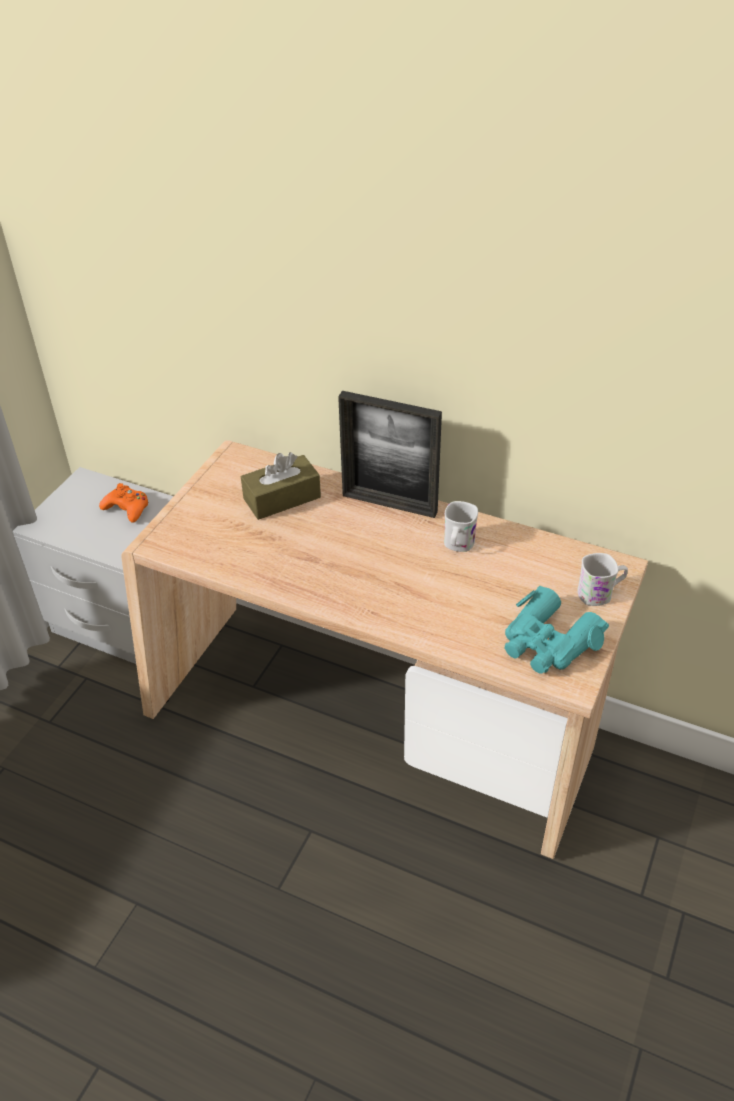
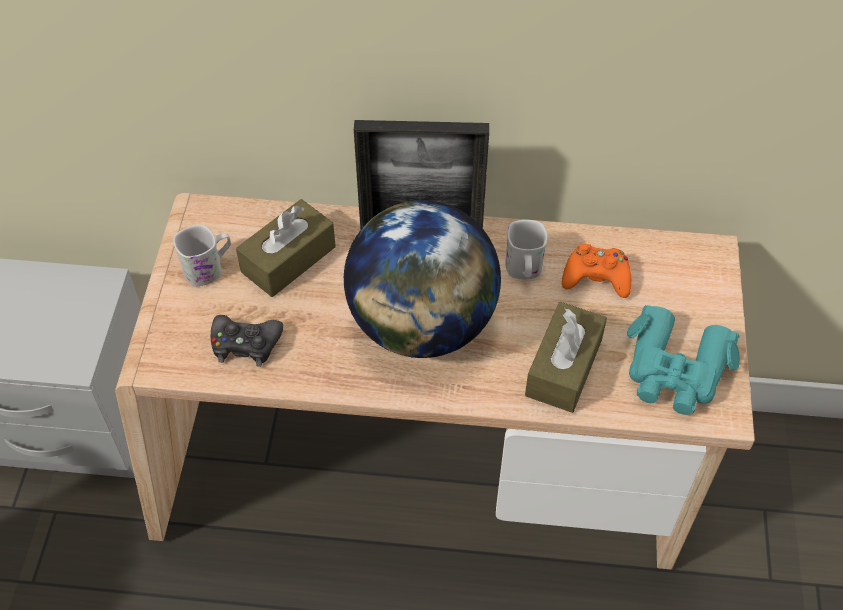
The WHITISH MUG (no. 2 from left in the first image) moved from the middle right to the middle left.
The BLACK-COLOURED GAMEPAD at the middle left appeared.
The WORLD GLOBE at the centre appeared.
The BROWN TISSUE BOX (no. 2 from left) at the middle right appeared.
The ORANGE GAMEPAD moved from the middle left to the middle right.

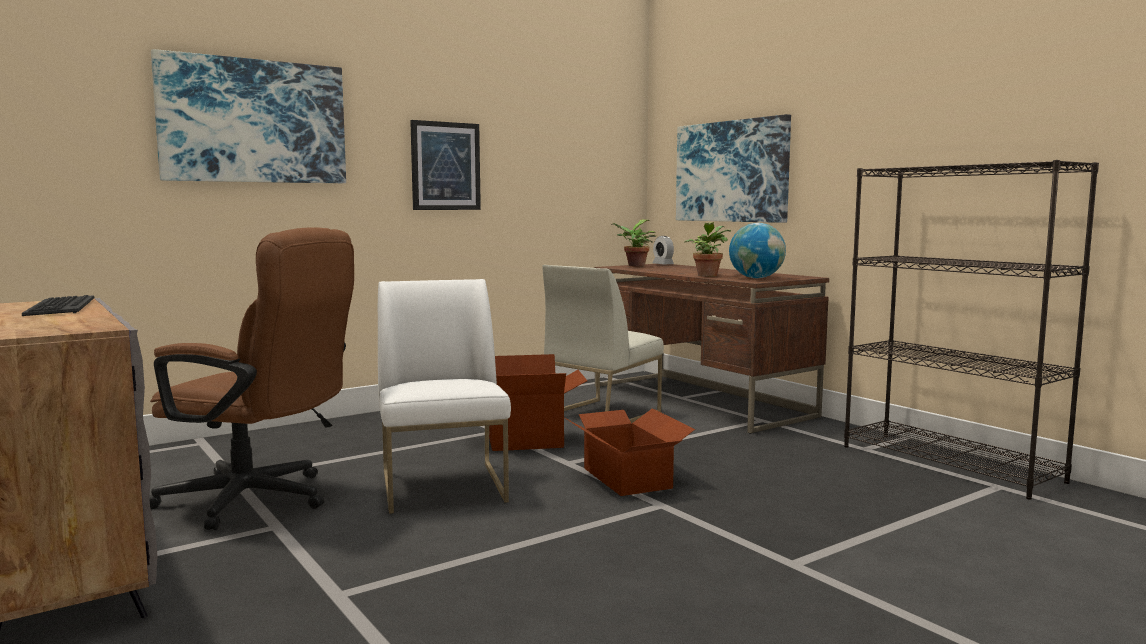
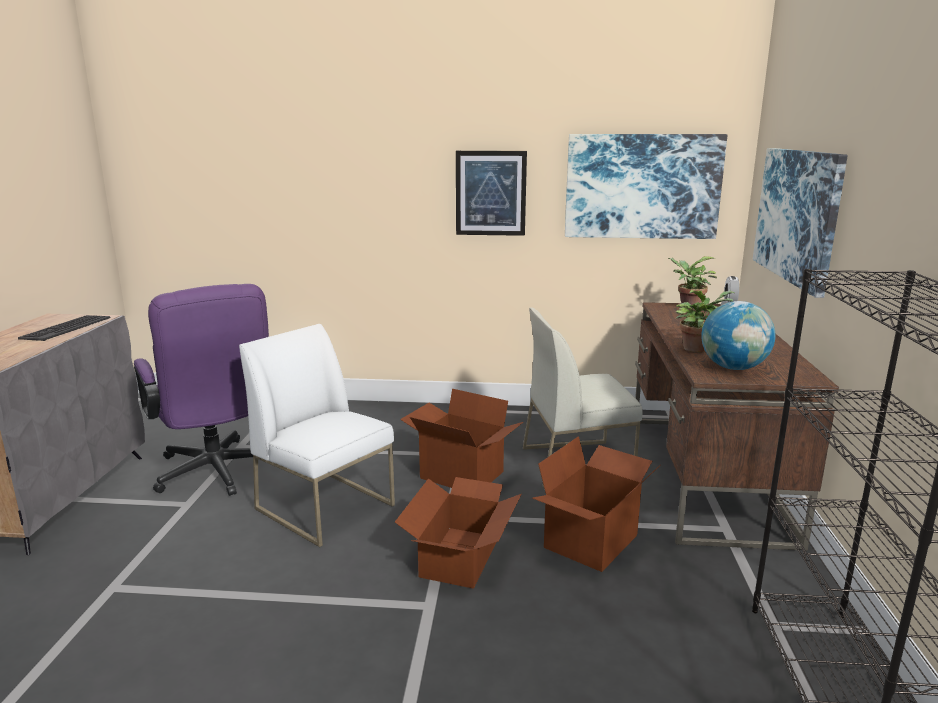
The BROWN DESK CHAIR at the middle left became the PURPLE DESK CHAIR at the middle left.
The WHITISH PLAIN CHAIR (no. 1 from left) at the centre turned 75 degrees counterclockwise.
The CARDBOARD BOX (no. 3 from left) at the bottom centre appeared.
The PICTURE (no. 1 from left in the first image) moved from the top left to the top right.

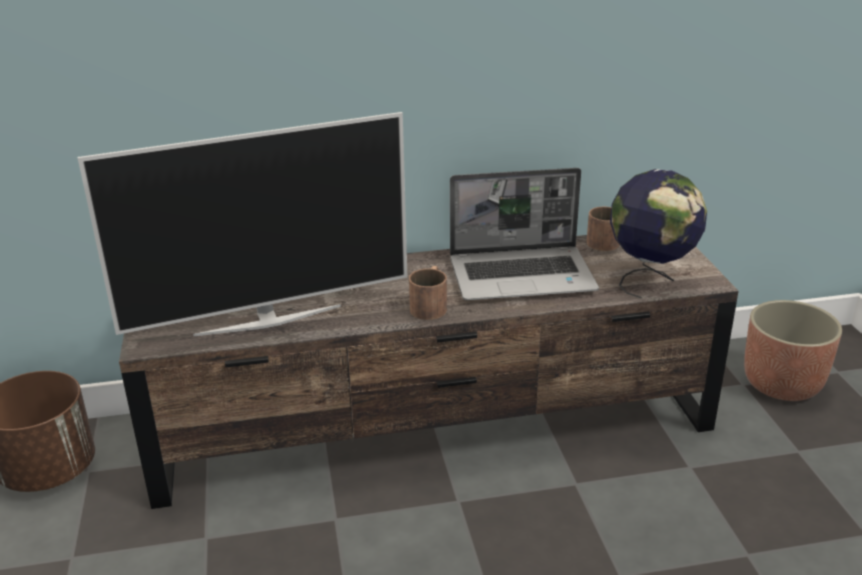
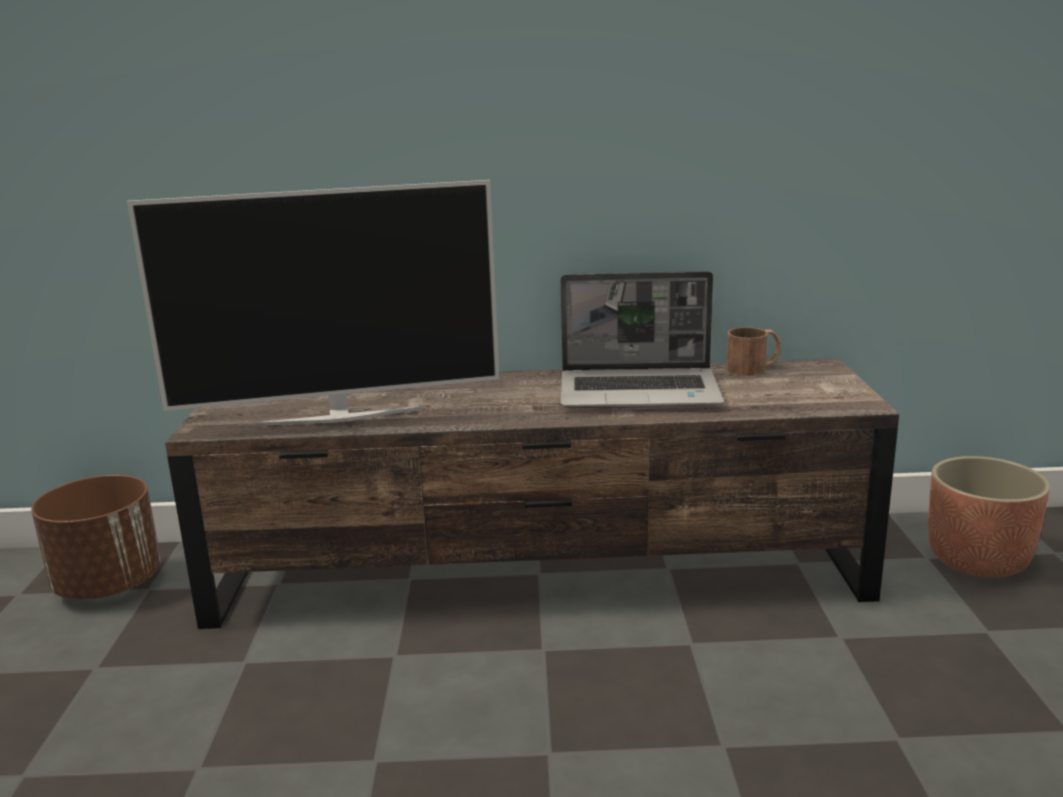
The BROWN MUG (no. 1 from left) at the centre disappeared.
The WORLD GLOBE at the middle right disappeared.

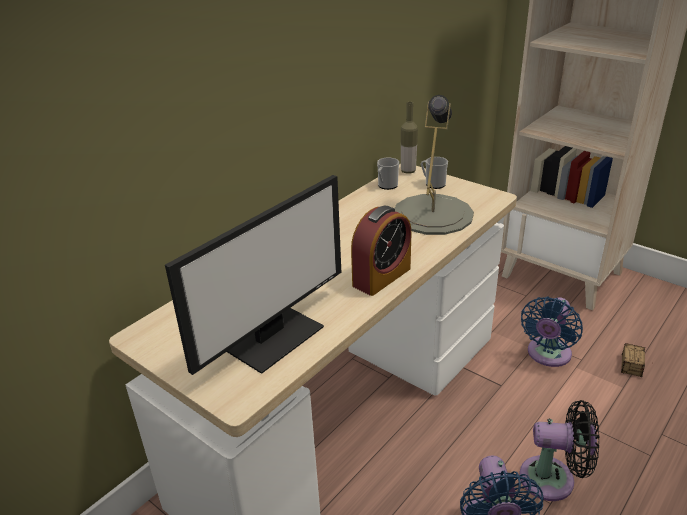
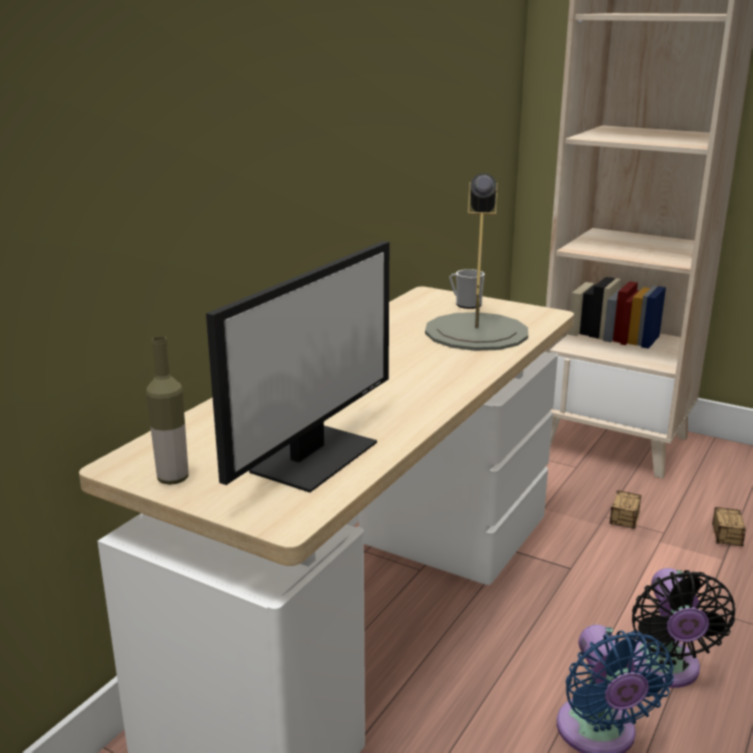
The BEVERAGE BOTTLE moved from the top centre to the middle left.
The BLUISH COOLING FAN (no. 2 from left) at the middle right was replaced by the STORAGE CONTAINER (no. 1 from left) at the bottom right.
The BLACK-COLOURED COOLING FAN at the bottom right turned 90 degrees clockwise.
The BEDSIDE CLOCK at the centre disappeared.
The MUG (no. 1 from left) at the centre disappeared.

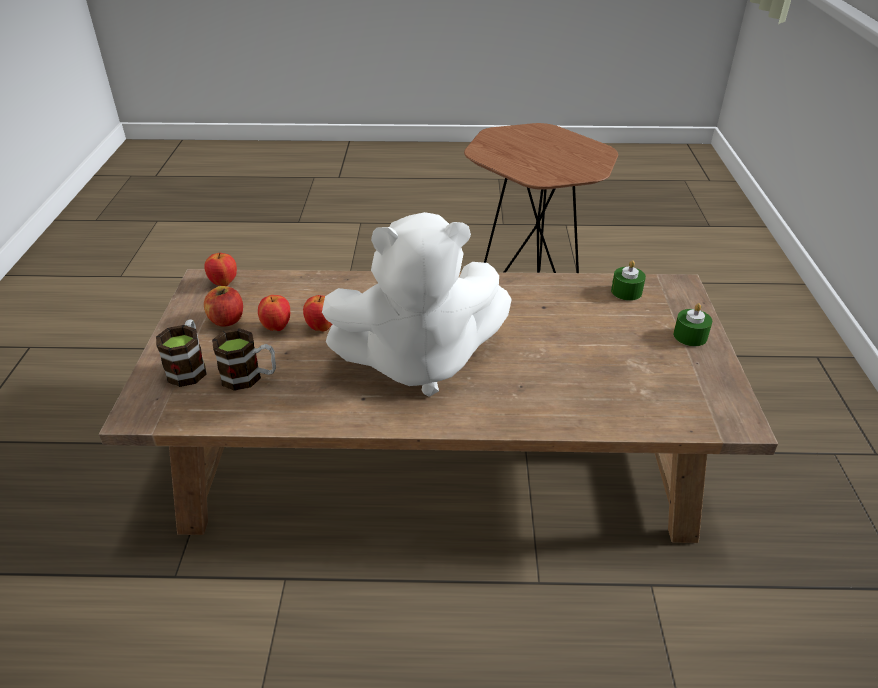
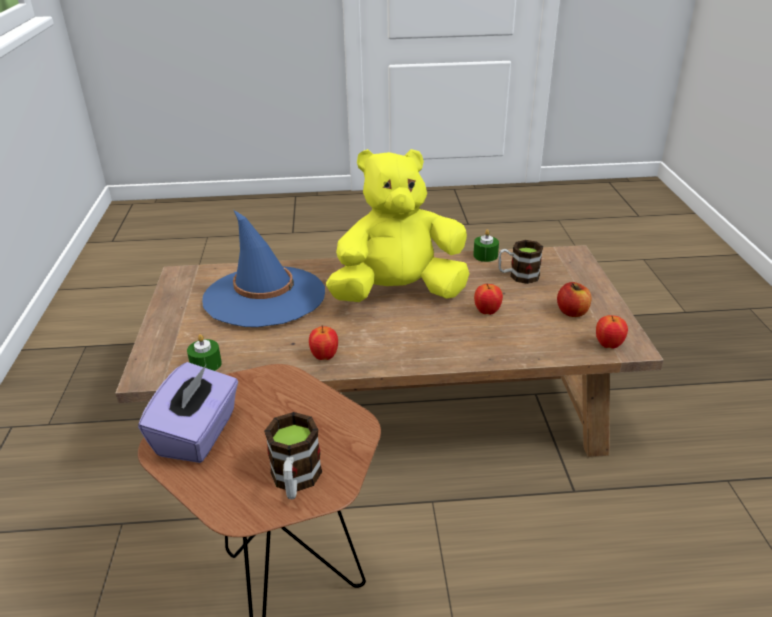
The PURPLE TISSUE BOX at the bottom left appeared.
The BLUISH WEARABLE HAT at the centre appeared.
The MUG (no. 1 from left) moved from the middle left to the bottom centre.
The APPLE FRUIT (no. 3 from left in the first image) moved from the middle left to the centre.
The WHITISH PLUSH TOY at the centre became the YELLOW PLUSH TOY at the centre.
The GREENISH CANDLE (no. 2 from left) moved from the middle right to the centre.

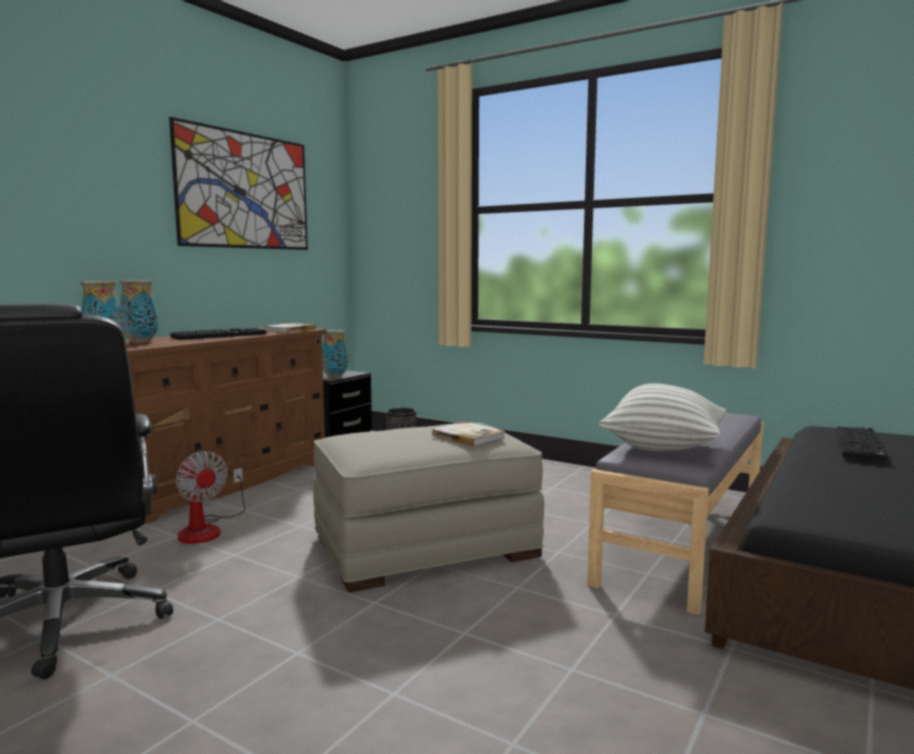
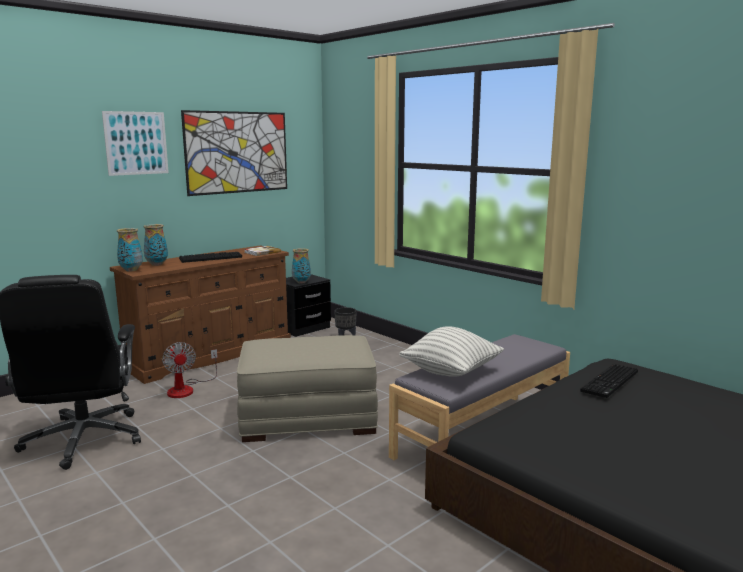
The PICTURE (no. 1 from left) at the top left appeared.
The BOOK (no. 2 from left) at the centre disappeared.

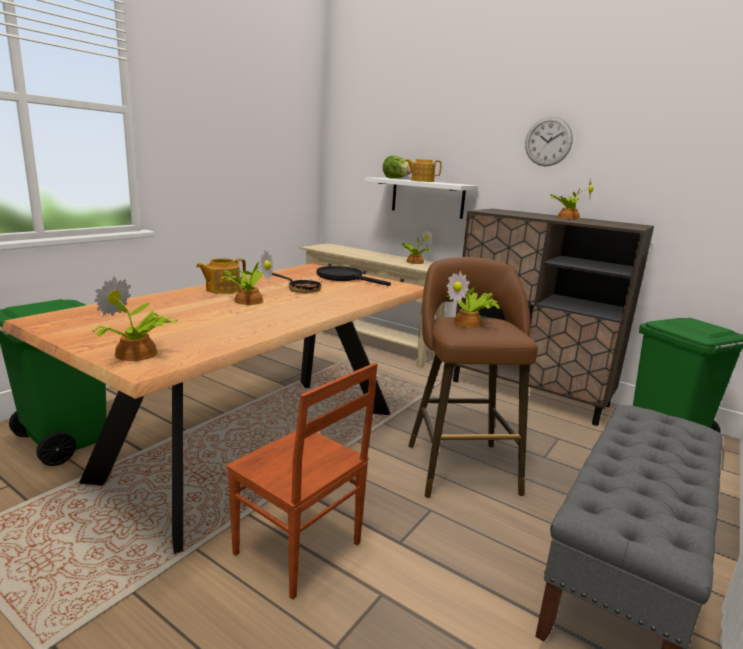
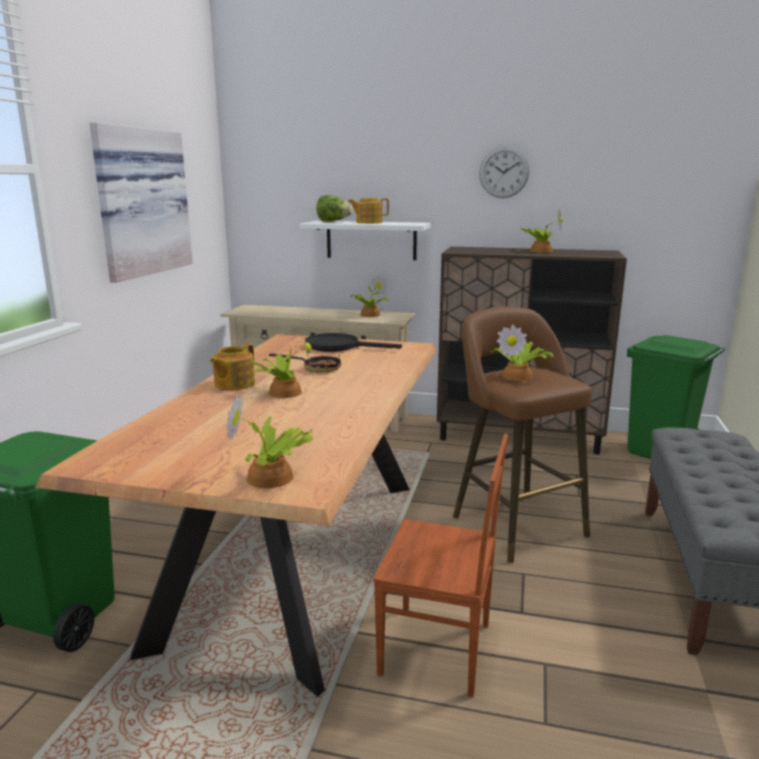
The PICTURE at the top left appeared.

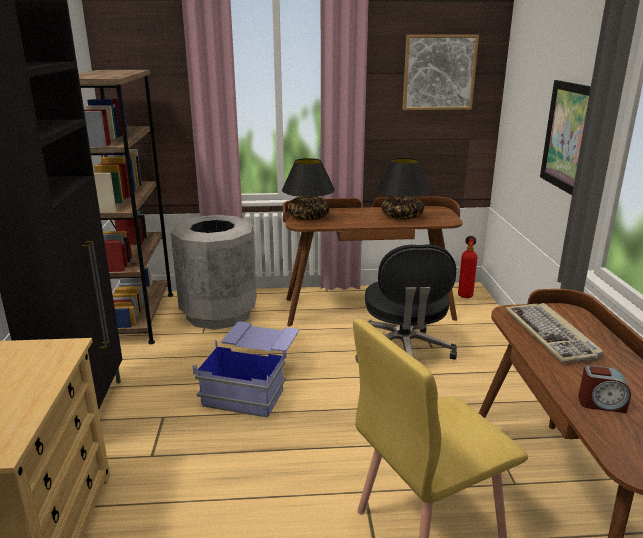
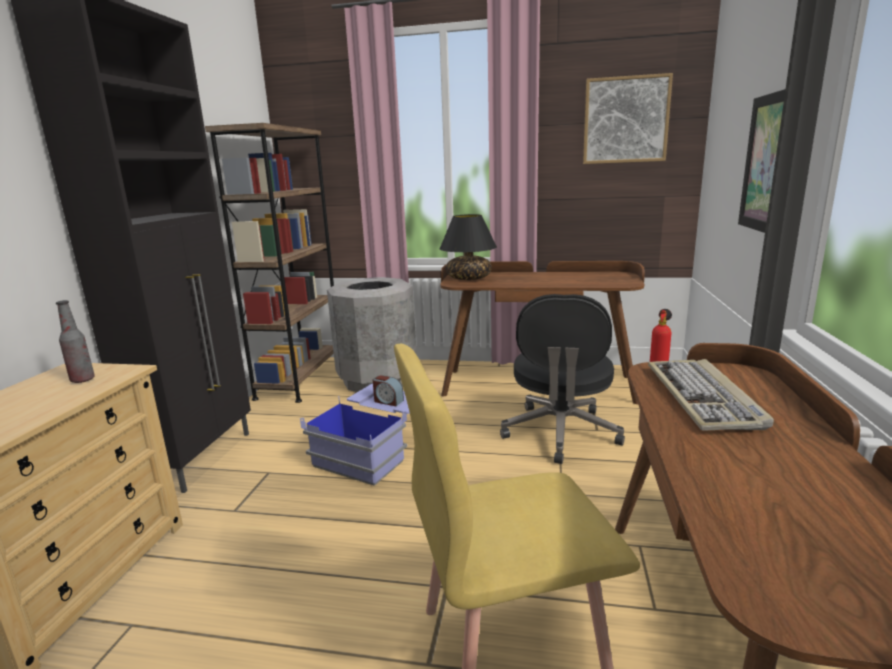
The BEVERAGE BOTTLE at the middle left appeared.
The BEDSIDE CLOCK moved from the bottom right to the centre.
The BLACK-COLOURED LAMP FOR A TABLE (no. 2 from left) at the centre disappeared.

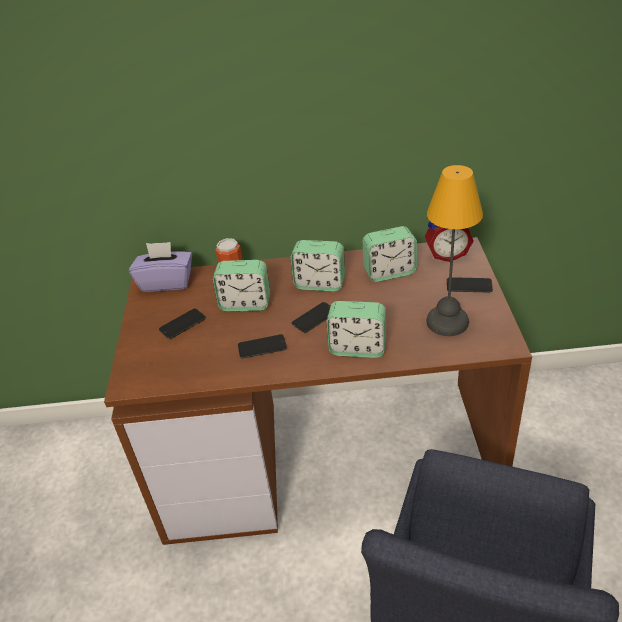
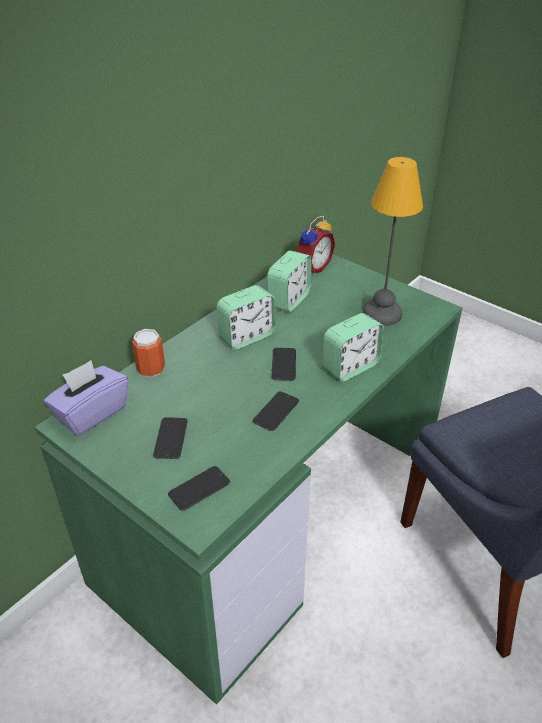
The BROWN DESK at the centre became the GREENISH DESK at the centre.
The HANDSET (no. 4 from left in the first image) moved from the middle right to the bottom centre.
The BEDSIDE CLOCK (no. 1 from left) at the centre disappeared.

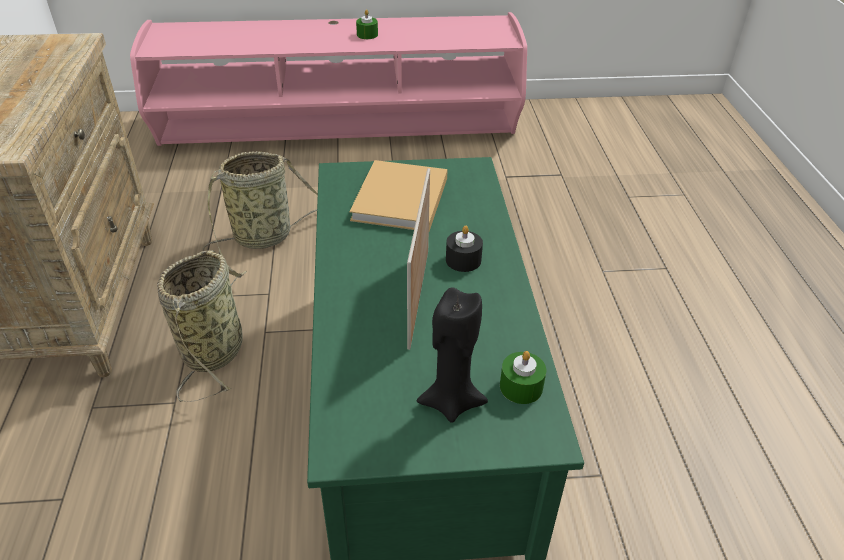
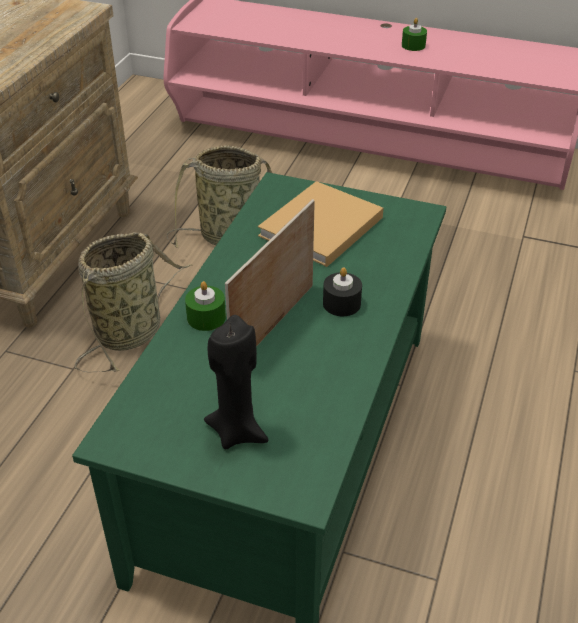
The GREENISH CANDLE (no. 2 from left in the first image) moved from the bottom centre to the centre.

